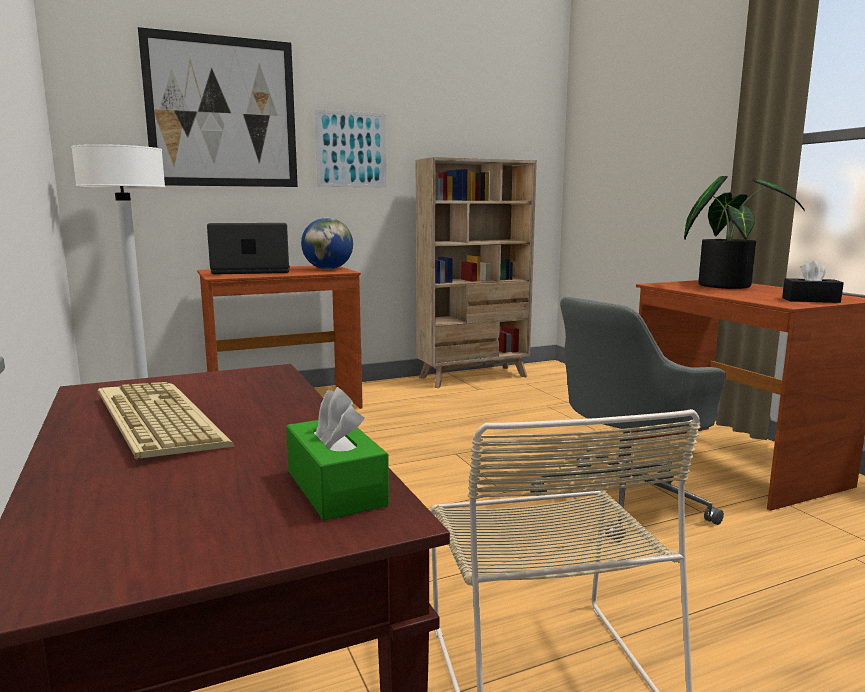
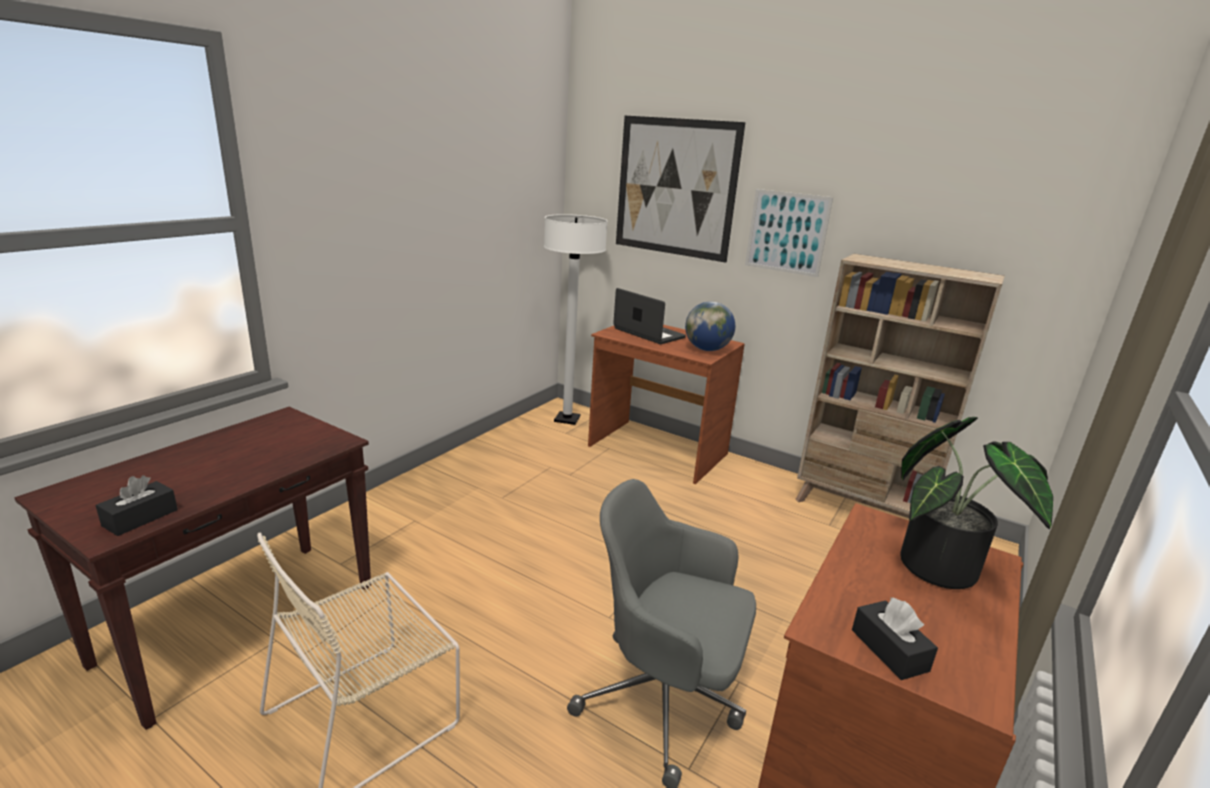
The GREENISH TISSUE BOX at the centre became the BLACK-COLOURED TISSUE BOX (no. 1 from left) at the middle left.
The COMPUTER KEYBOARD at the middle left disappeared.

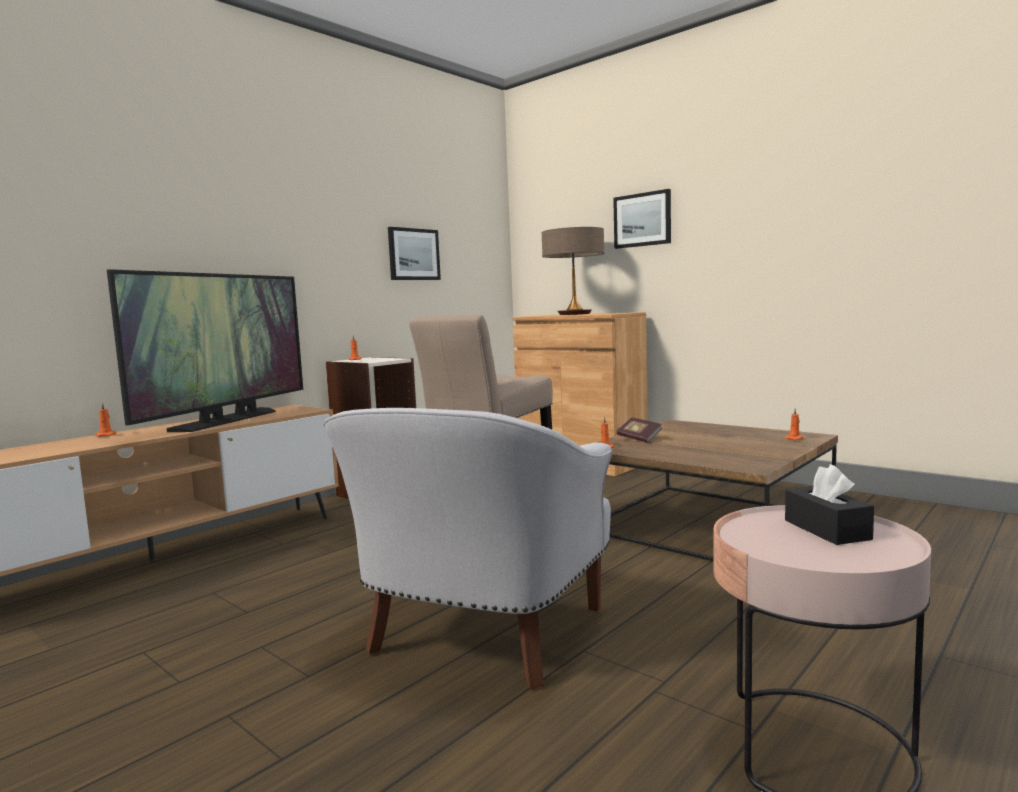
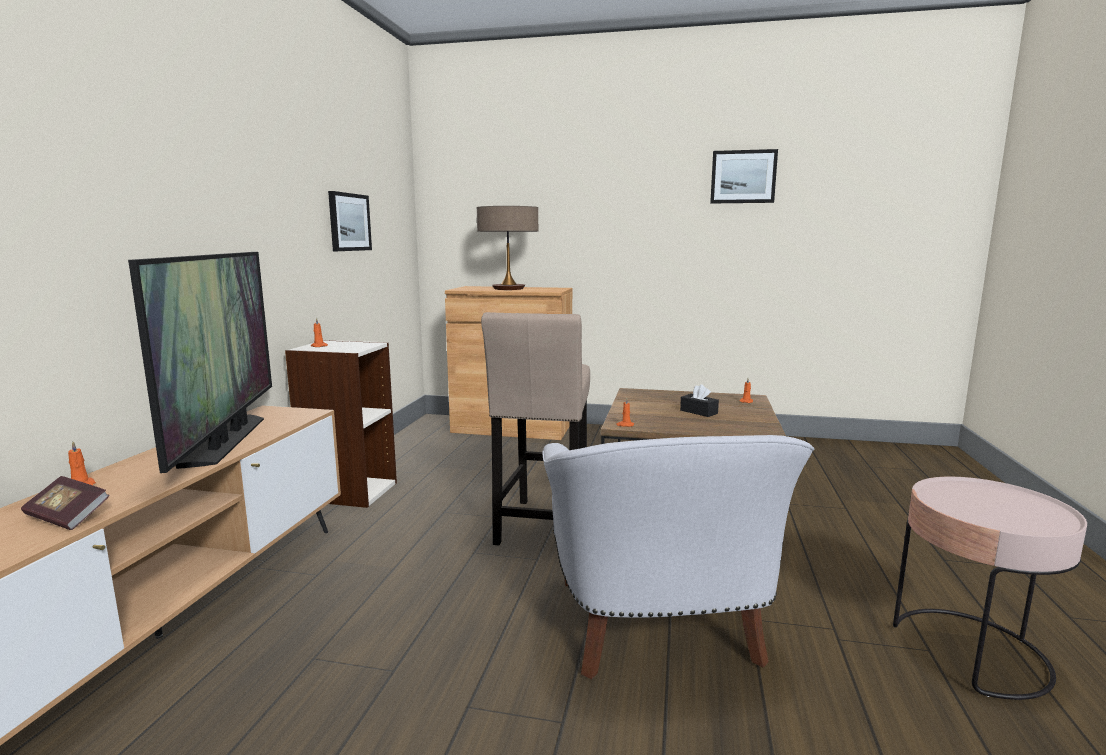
The BOOK moved from the centre to the middle left.
The BLACK-COLOURED TISSUE BOX moved from the middle right to the centre.
The PICTURE (no. 2 from left) moved from the top centre to the top right.

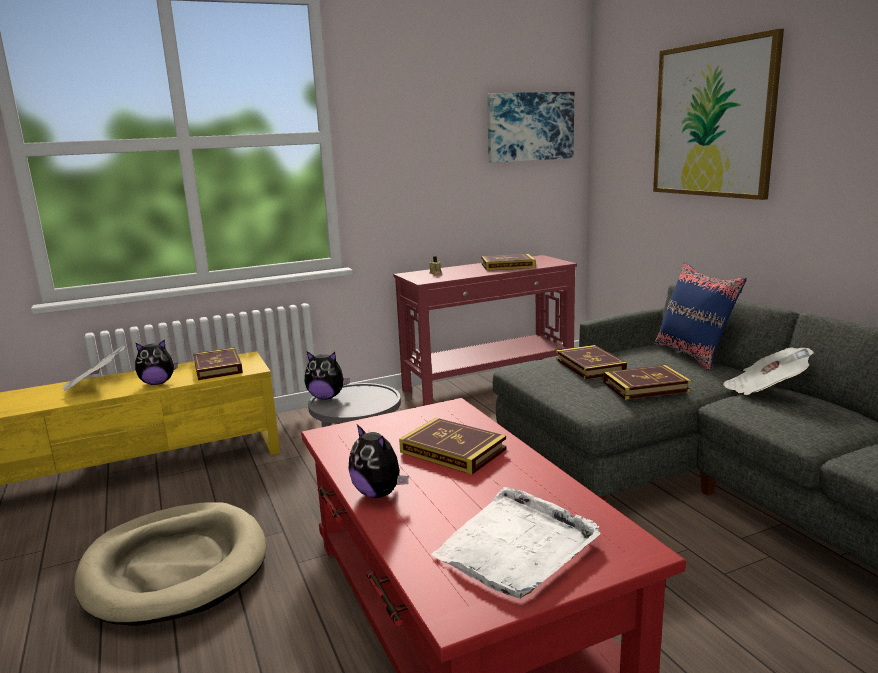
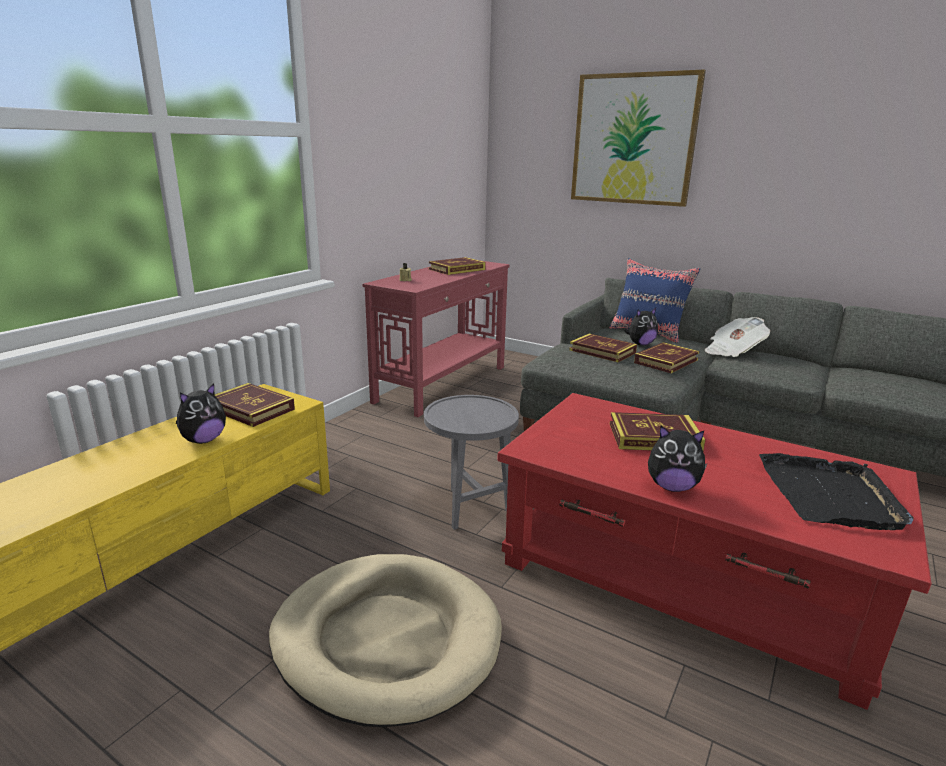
The PLUSH TOY (no. 2 from left) moved from the centre to the middle right.
The WHITISH CARRYING TRAY at the bottom centre became the BLACK-COLOURED CARRYING TRAY at the middle right.
The DAILY PAPER (no. 1 from left) at the middle left disappeared.
The PICTURE (no. 1 from left) at the top centre disappeared.

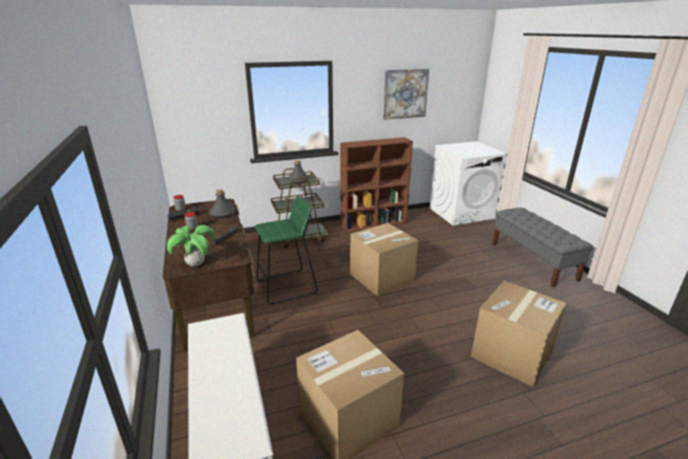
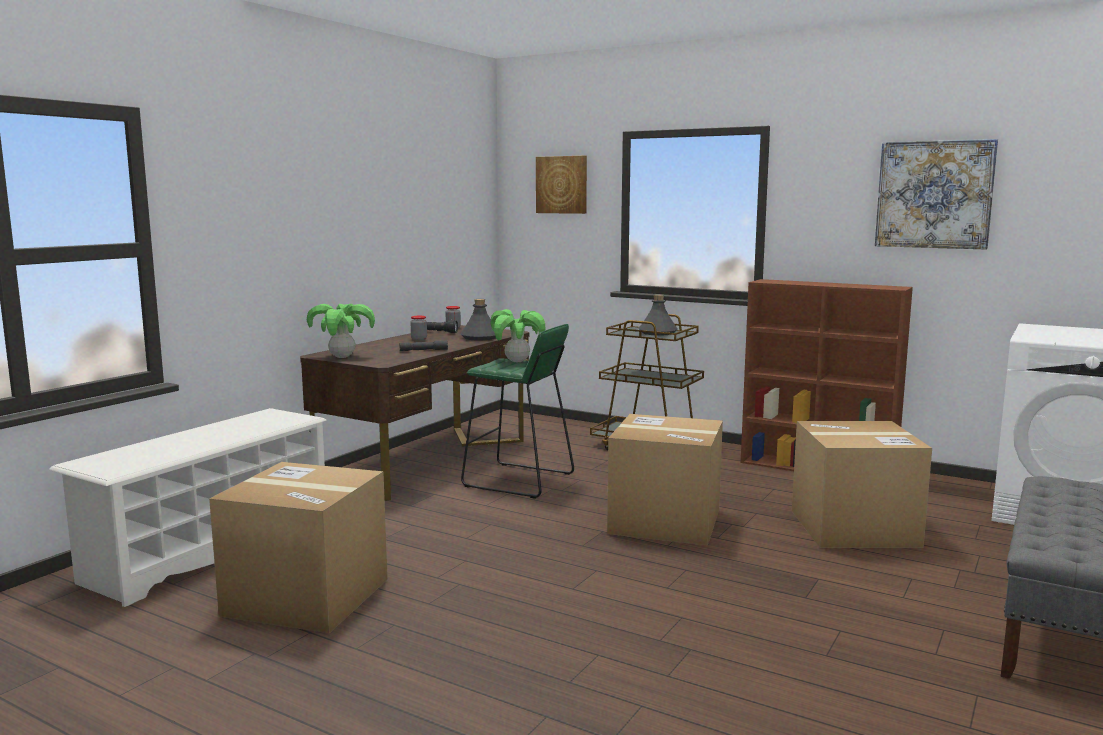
The POTTED PLANT (no. 2 from left) at the centre appeared.
The PICTURE (no. 1 from left) at the top centre appeared.
The CARDBOARD BOX (no. 3 from left) moved from the bottom right to the middle right.

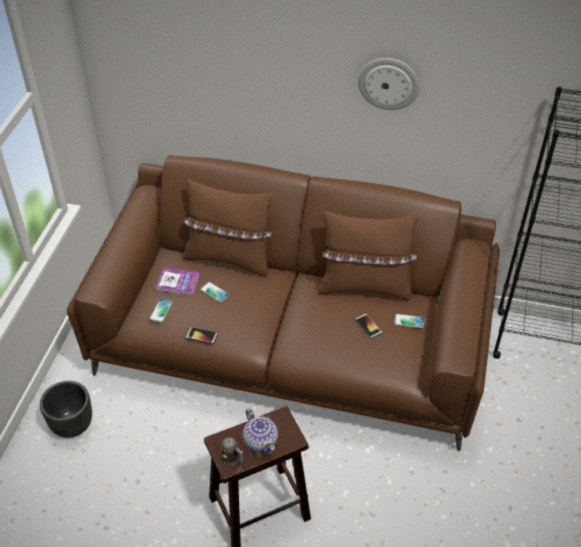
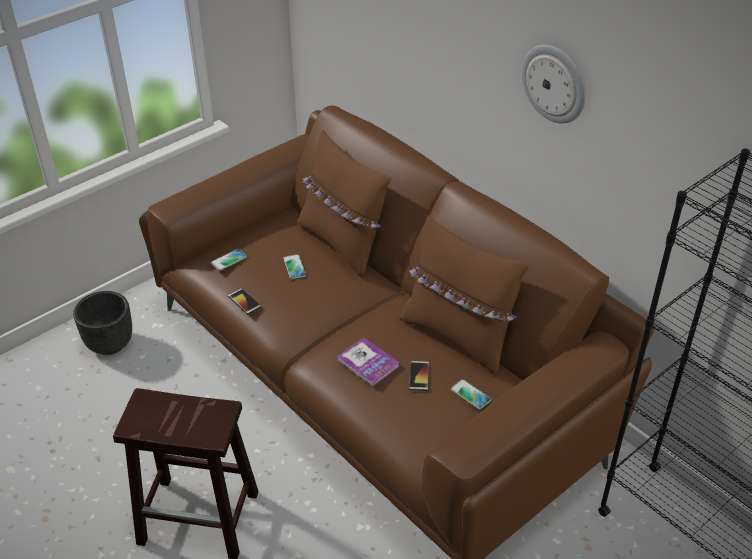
The BOOK moved from the middle left to the centre.
The MUG at the bottom centre disappeared.
The TEAPOT at the bottom centre disappeared.

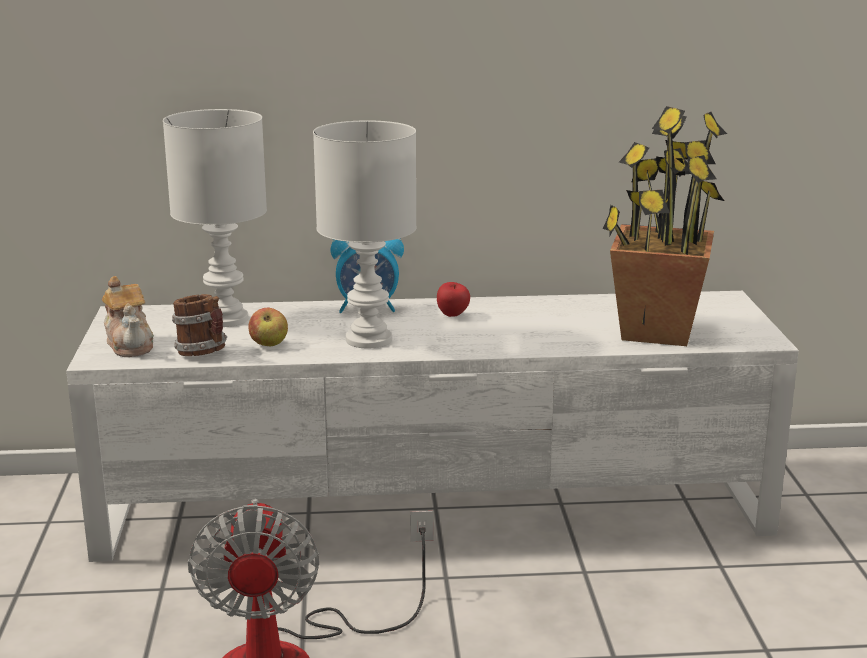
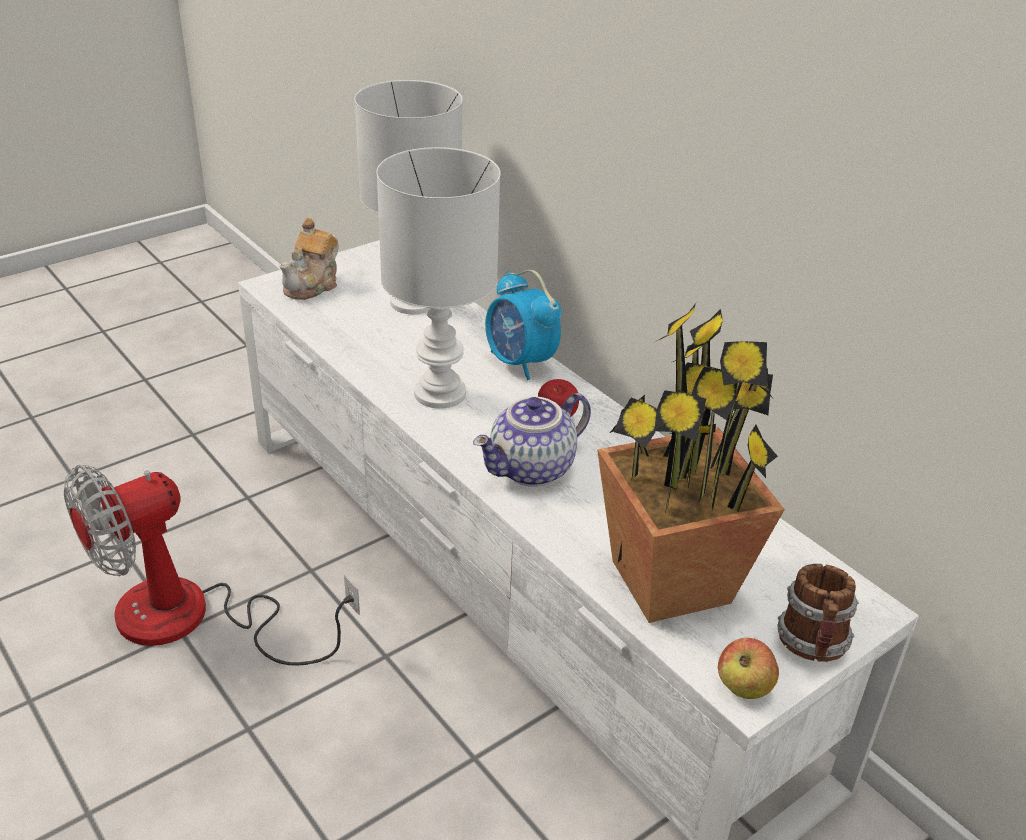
The TEAPOT (no. 2 from left) at the centre appeared.
The APPLE FRUIT (no. 1 from left in the first image) moved from the middle left to the bottom right.
The MUG moved from the middle left to the bottom right.

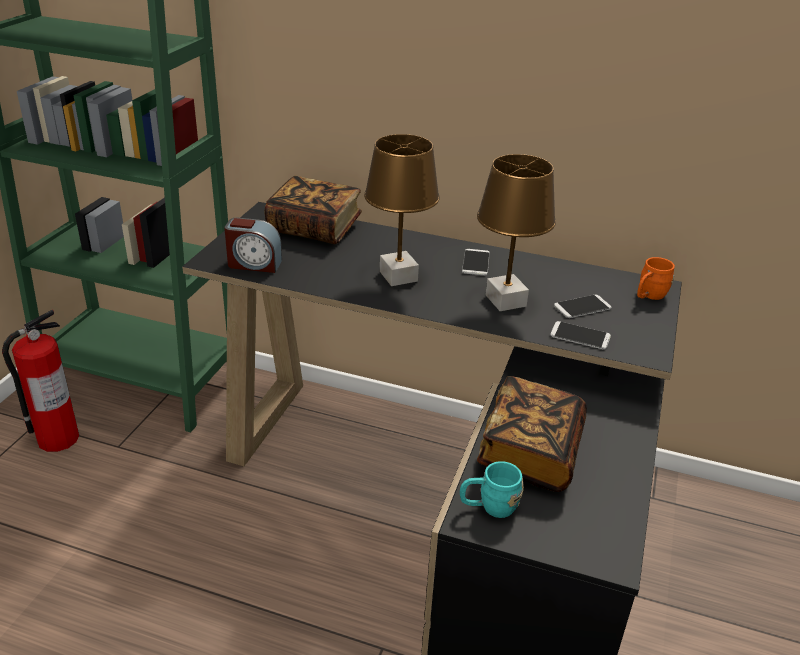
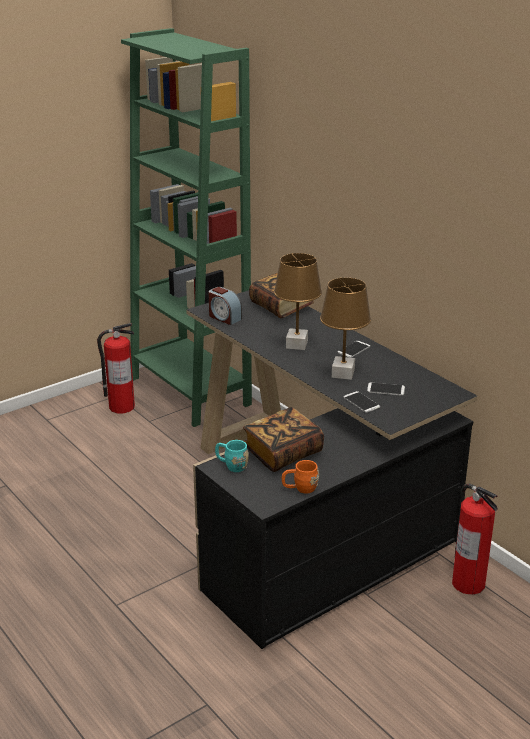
The ORANGE MUG moved from the middle right to the centre.
The EXTINGUISHER (no. 2 from left) at the bottom right appeared.

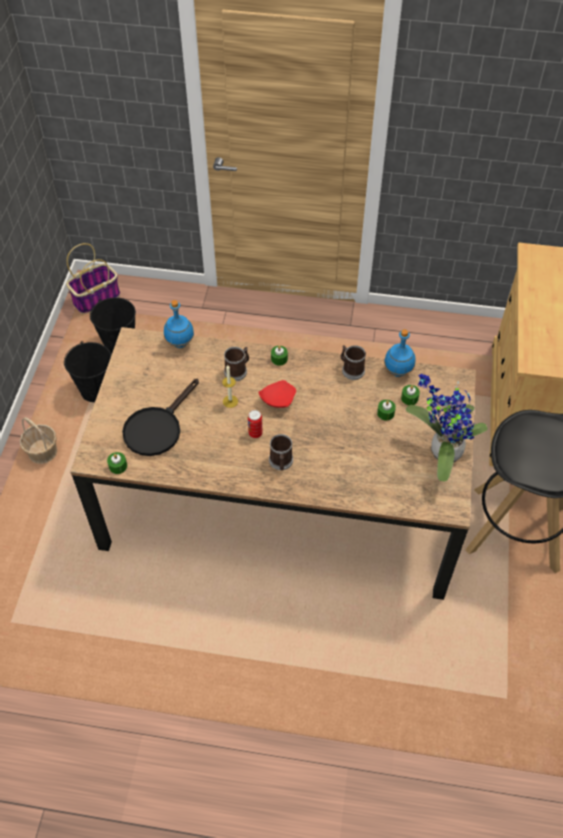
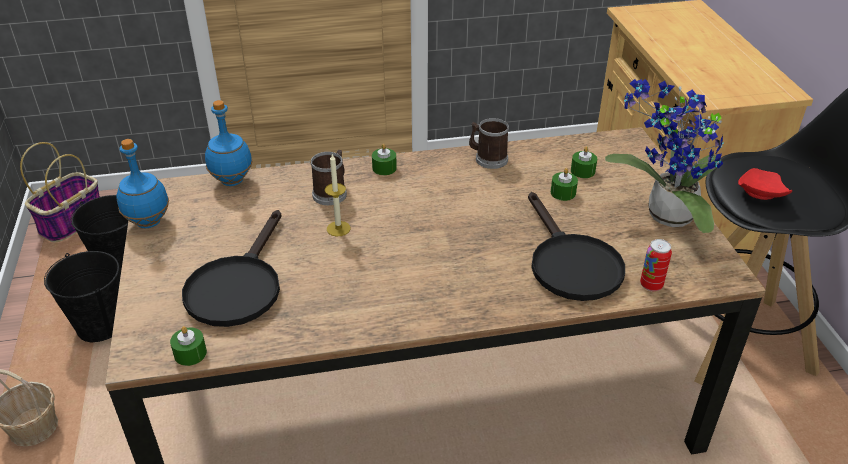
The BLUISH BEVERAGE BOTTLE (no. 2 from left in the first image) moved from the middle right to the middle left.
The BLACK-COLOURED FRYING PAN (no. 2 from left) at the middle right appeared.
The SEALED CAN moved from the centre to the middle right.
The REDDISH DINNER PLATE moved from the centre to the middle right.
The MUG (no. 2 from left) at the centre disappeared.

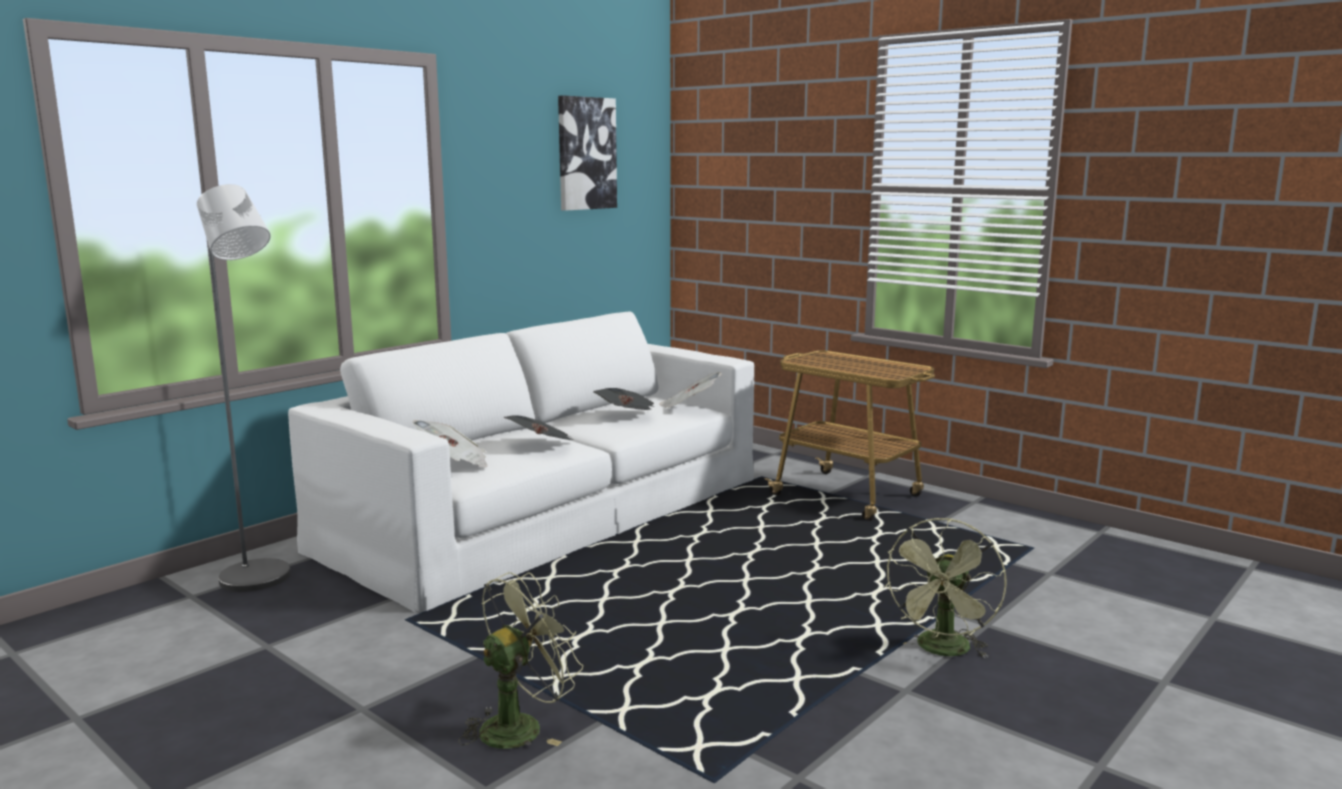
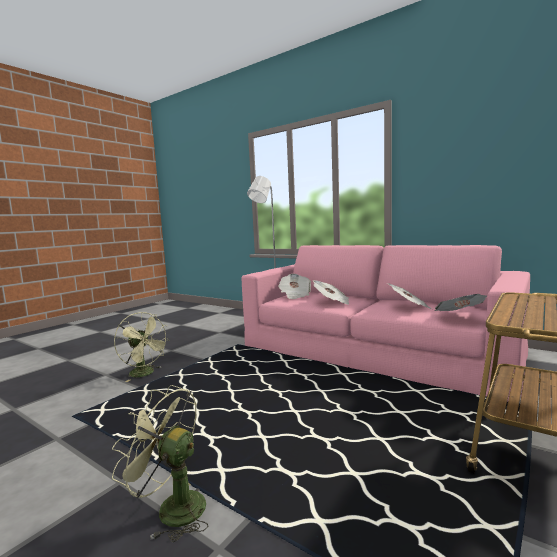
The WHITISH SETTEE at the centre became the PINKISH SETTEE at the middle right.
The PICTURE at the top centre disappeared.

